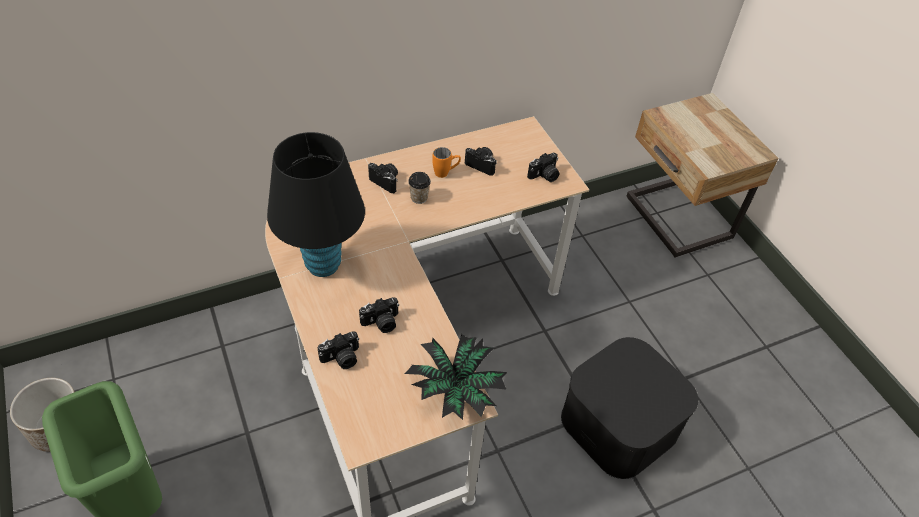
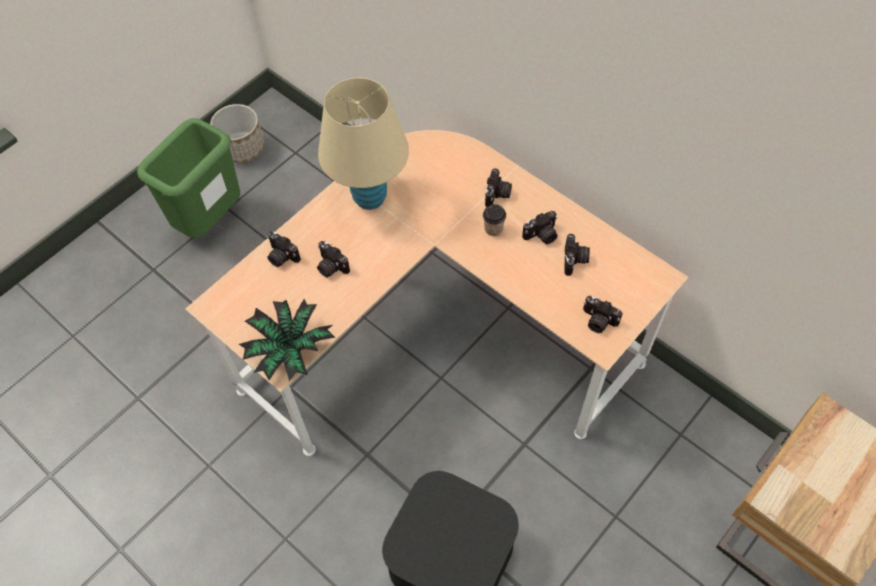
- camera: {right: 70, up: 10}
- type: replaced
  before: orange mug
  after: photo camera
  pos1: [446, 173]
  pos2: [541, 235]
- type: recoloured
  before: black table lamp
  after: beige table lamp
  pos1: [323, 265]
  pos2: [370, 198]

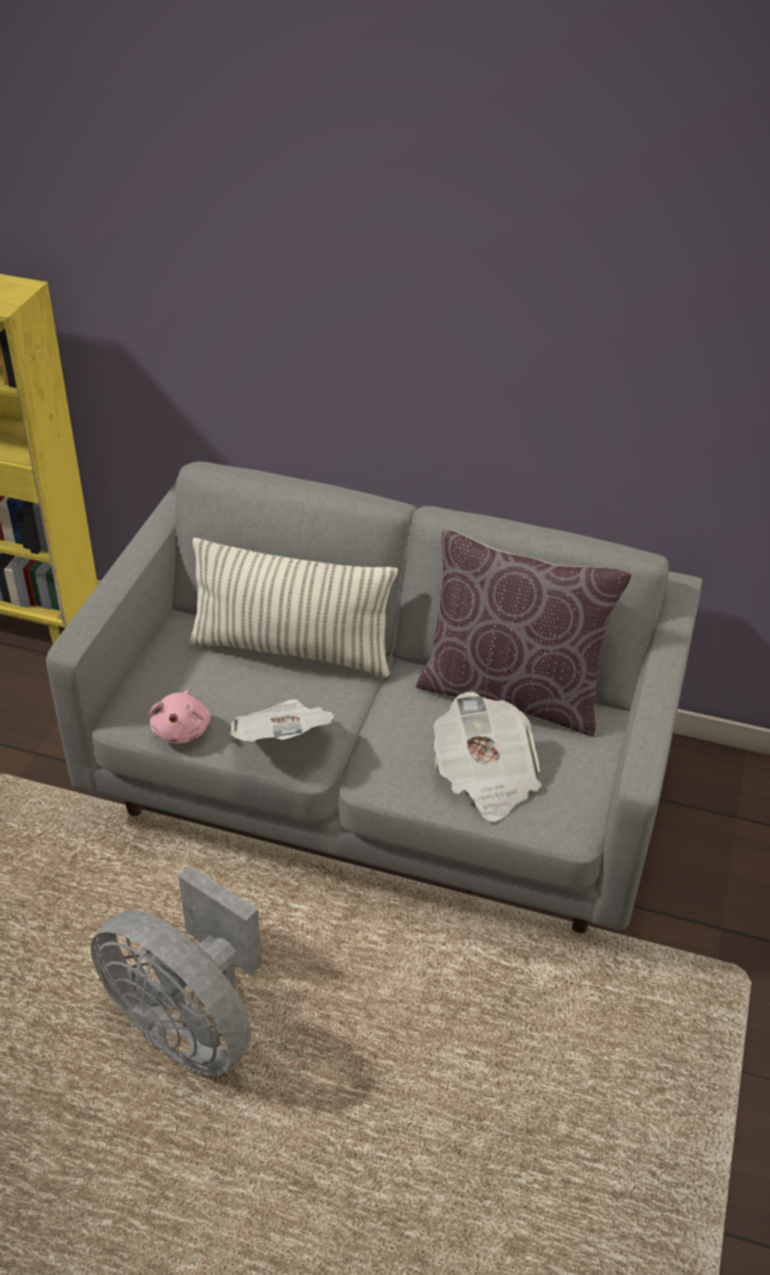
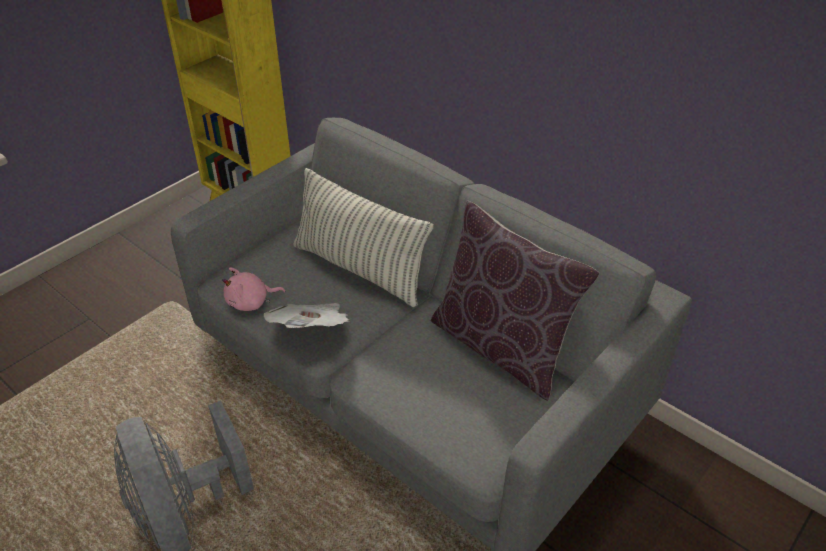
- camera: {right: 25, up: 0}
- type: removed
  before: newspaper
  pos1: [485, 777]
- type: turned
  before: pink plush toy
  pos1: [182, 729]
  pos2: [251, 302]
  turn: 45

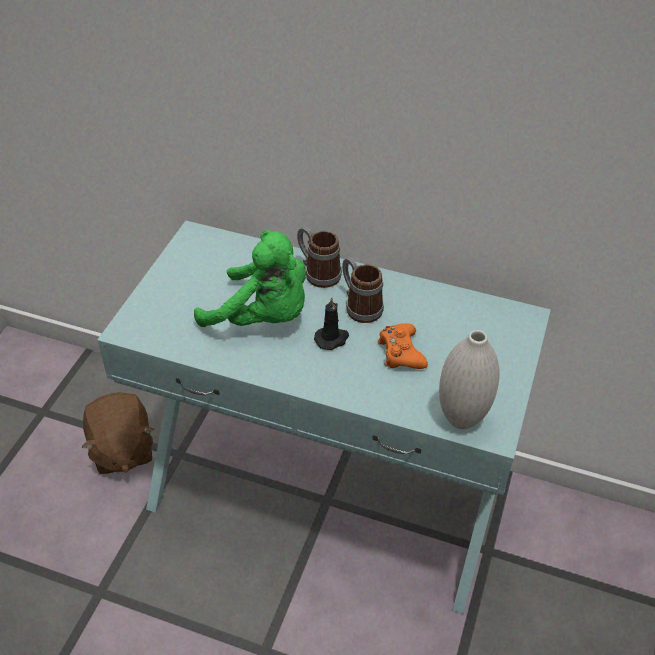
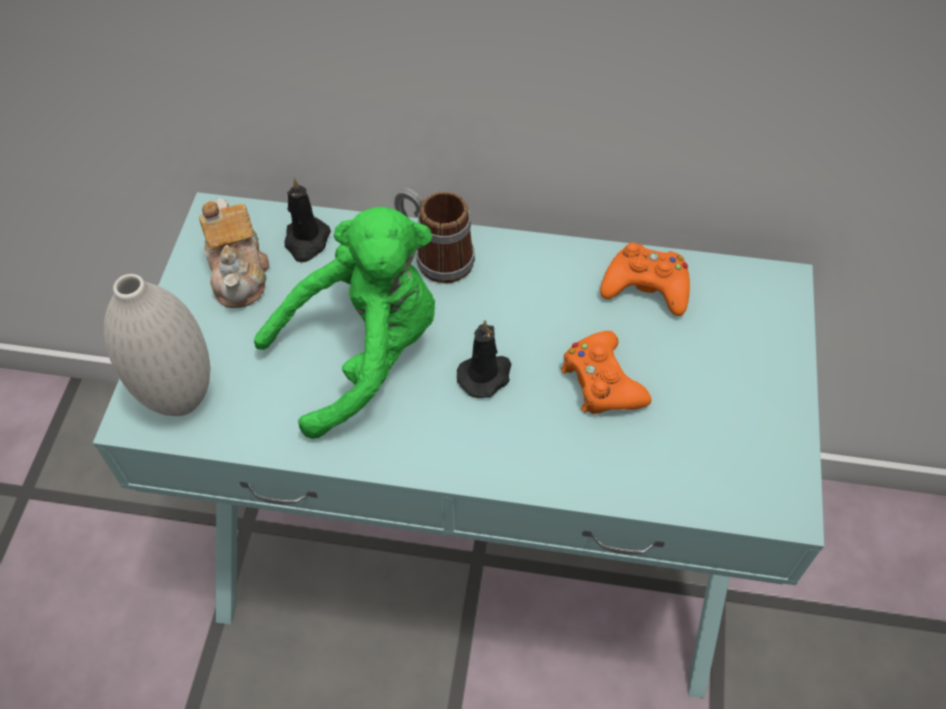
- camera: {right: -10, up: 10}
- type: removed
  before: brown plush toy
  pos1: [121, 450]
- type: removed
  before: mug
  pos1: [359, 306]
- type: added
  after: teapot
  pos2: [239, 273]
- type: added
  after: black candle
  pos2: [306, 241]
- type: added
  after: orange game controller
  pos2: [646, 287]
- type: moved
  before: white vase
  pos1: [461, 419]
  pos2: [181, 399]
- type: turned
  before: green plush toy
  pos1: [262, 317]
  pos2: [363, 354]
  turn: -45

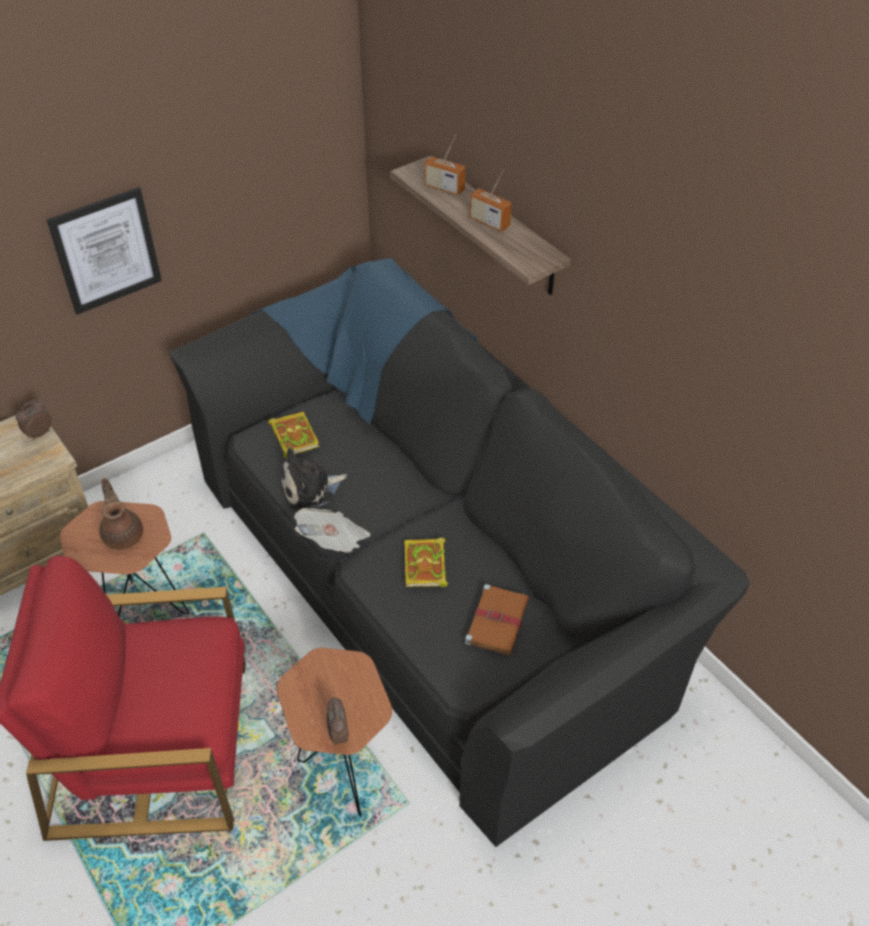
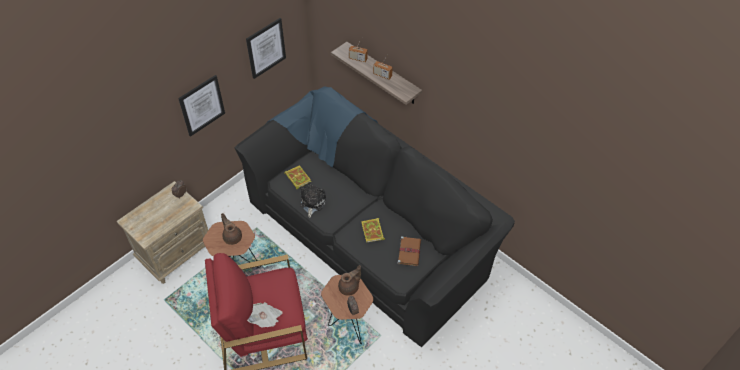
- camera: {right: -10, up: 5}
- type: added
  after: picture
  pos2: [266, 48]
- type: added
  after: brown teapot
  pos2: [349, 287]
- type: moved
  before: newspaper
  pos1: [334, 541]
  pos2: [265, 319]
- type: turned
  before: plush toy
  pos1: [311, 489]
  pos2: [312, 203]
  turn: 135

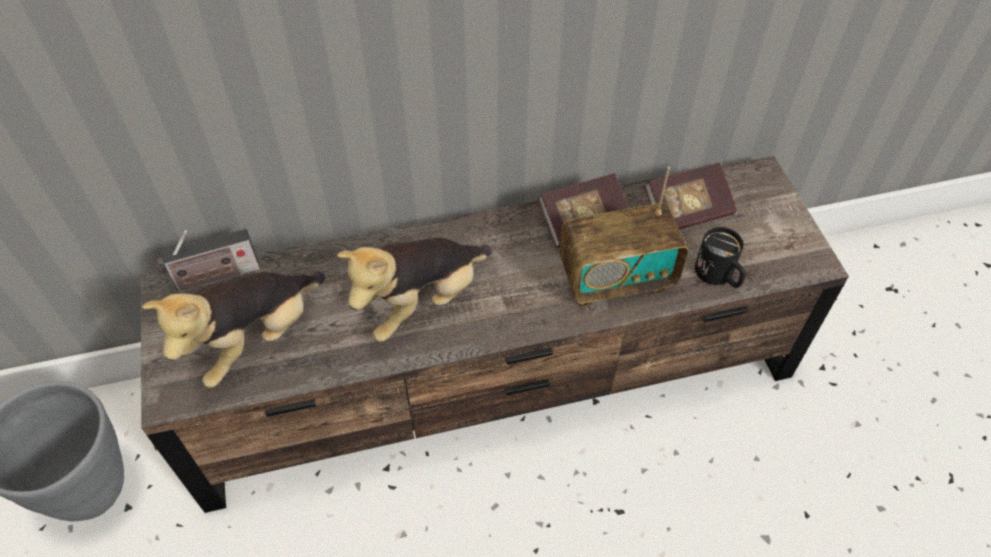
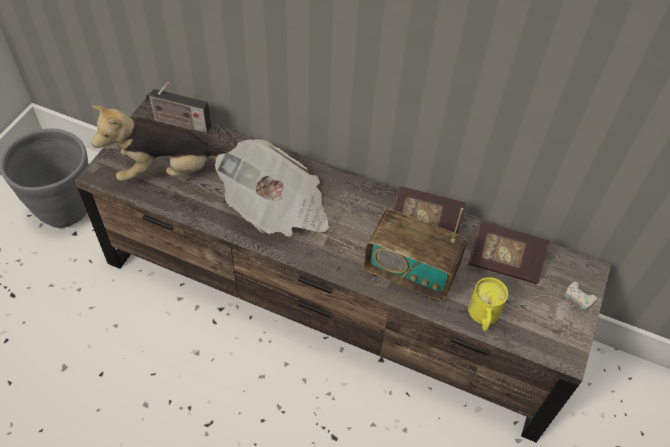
- camera: {right: 35, up: 0}
- type: added
  after: white game controller
  pos2: [562, 309]
- type: replaced
  before: plush toy
  after: newspaper
  pos1: [421, 302]
  pos2: [277, 209]
- type: recoloured
  before: black mug
  after: yellow mug
  pos1: [719, 276]
  pos2: [483, 317]

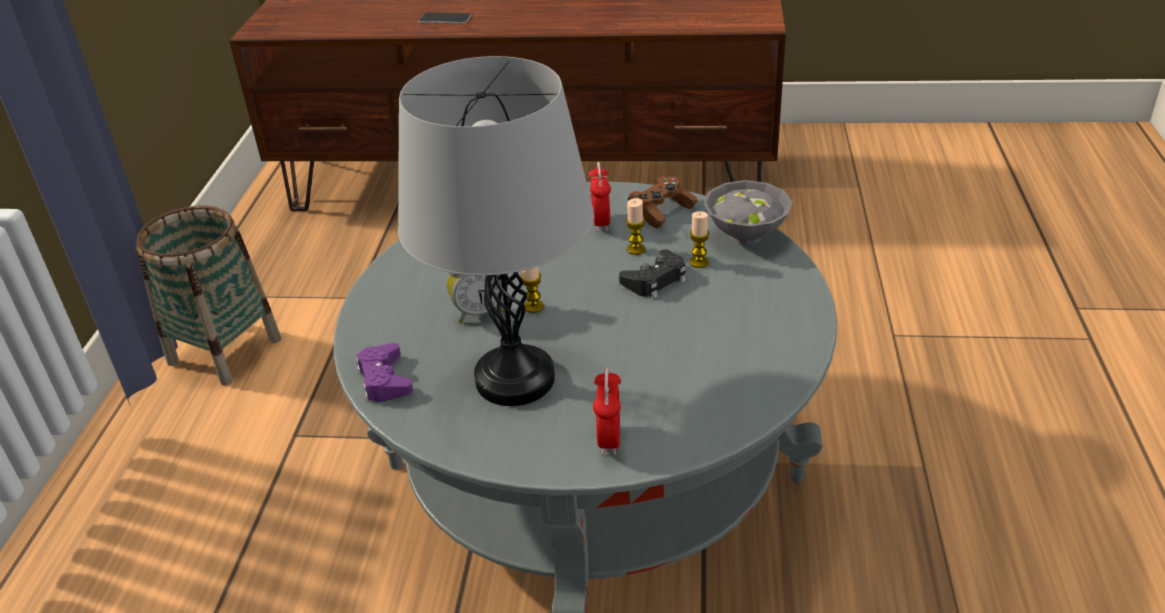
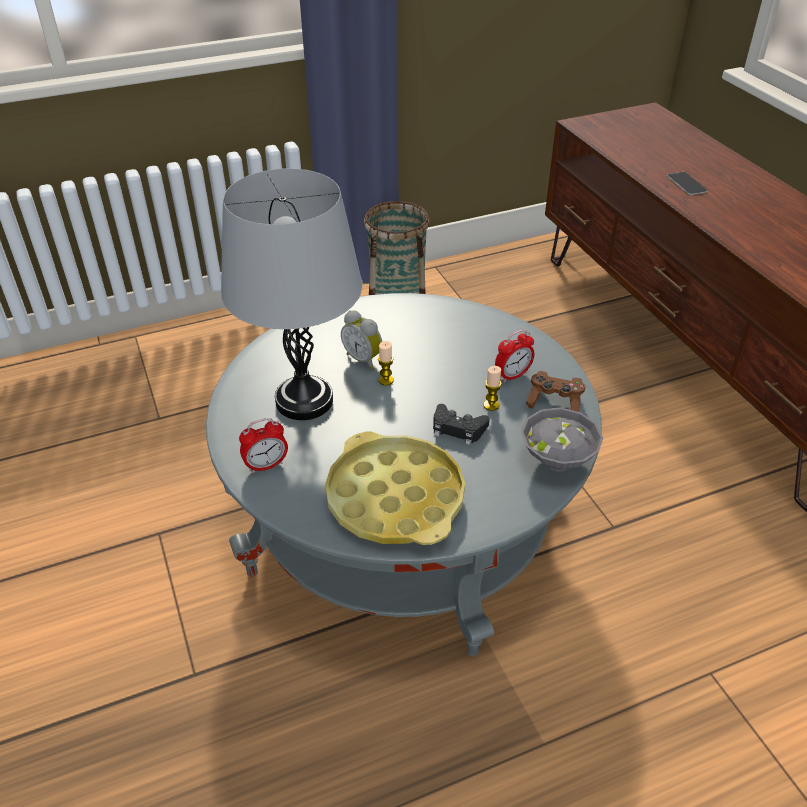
- camera: {right: 60, up: 5}
- type: removed
  before: purple game controller
  pos1: [384, 380]
- type: removed
  before: candle
  pos1: [699, 262]
- type: added
  after: yellow tray
  pos2: [395, 497]

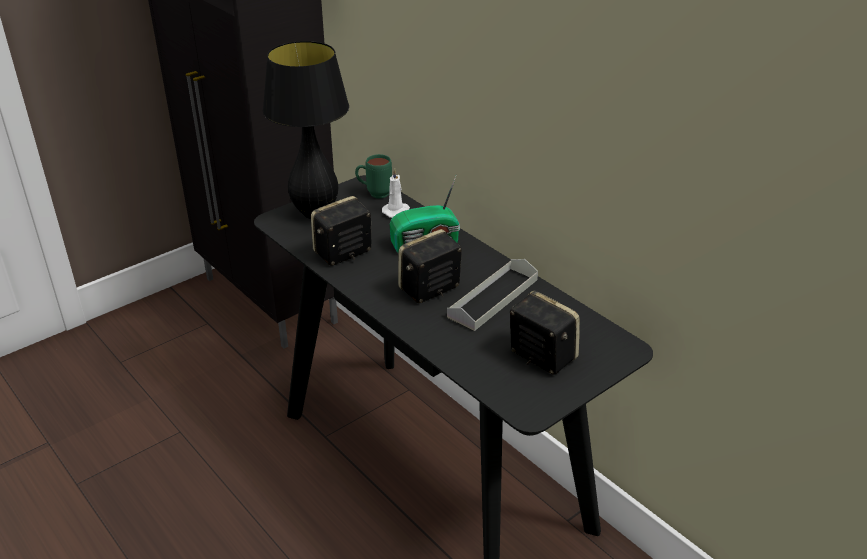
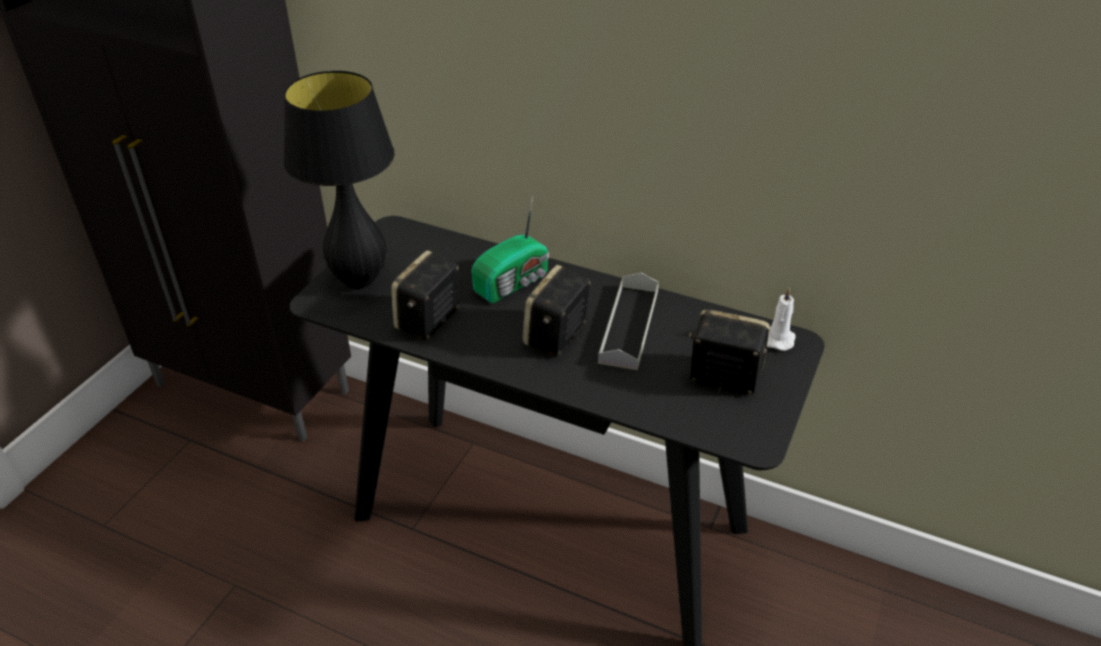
- camera: {right: -25, up: 5}
- type: removed
  before: green mug
  pos1: [374, 194]
- type: moved
  before: white candle
  pos1: [396, 211]
  pos2: [778, 338]

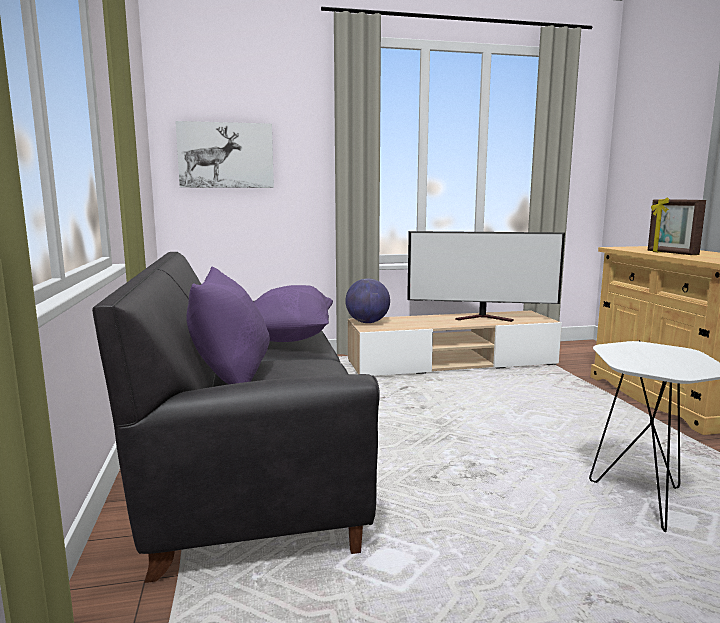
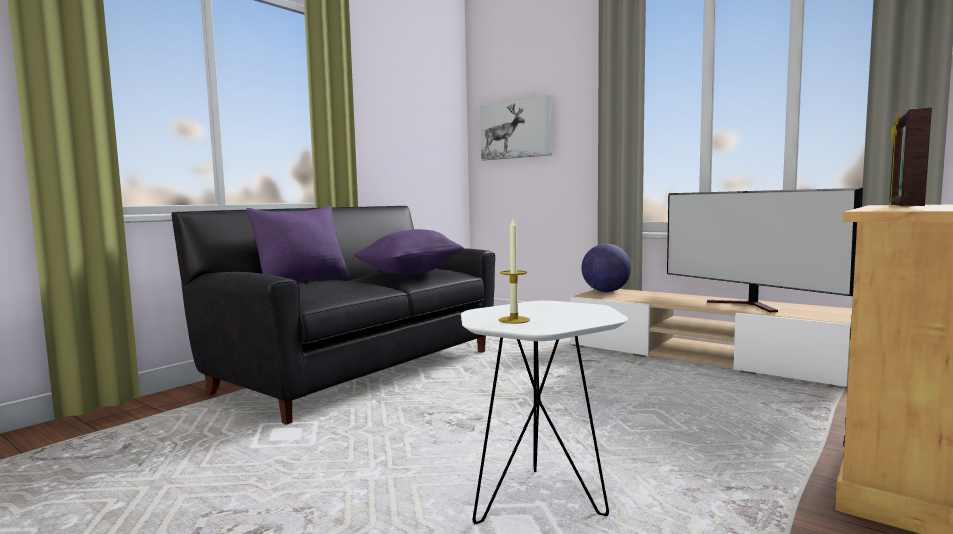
- camera: {right: 50, up: -5}
- type: added
  after: candle
  pos2: [514, 320]

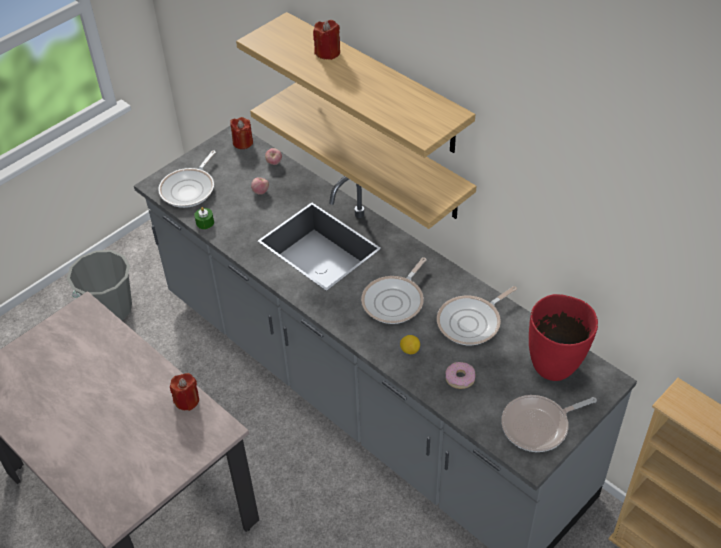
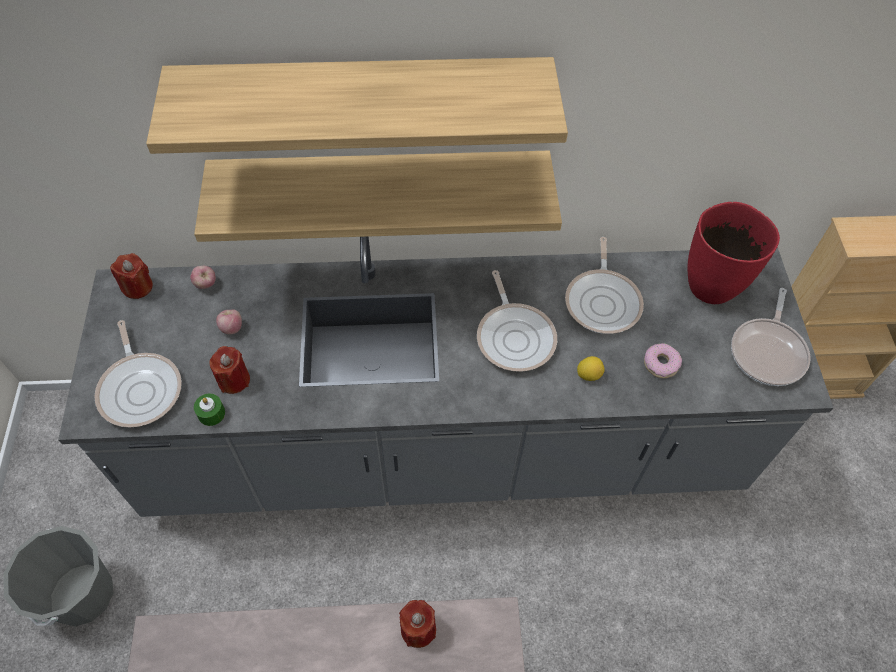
- camera: {right: -50, up: 10}
- type: moved
  before: red candle
  pos1: [328, 52]
  pos2: [234, 380]

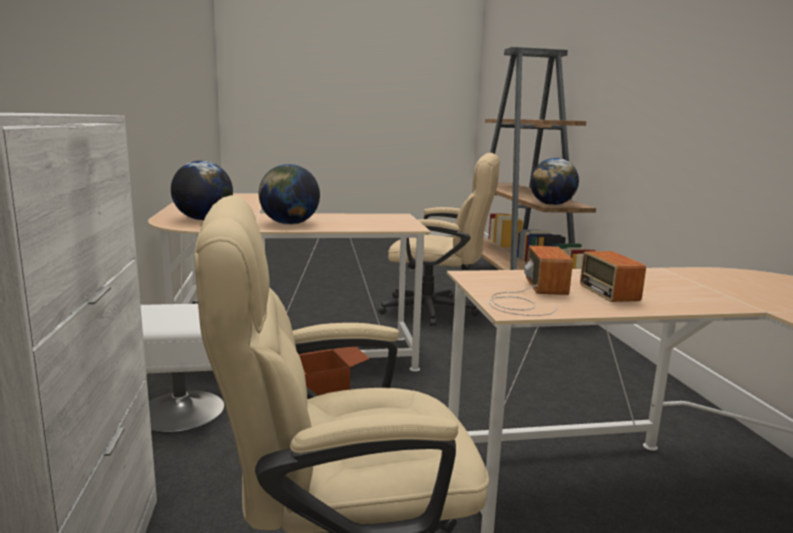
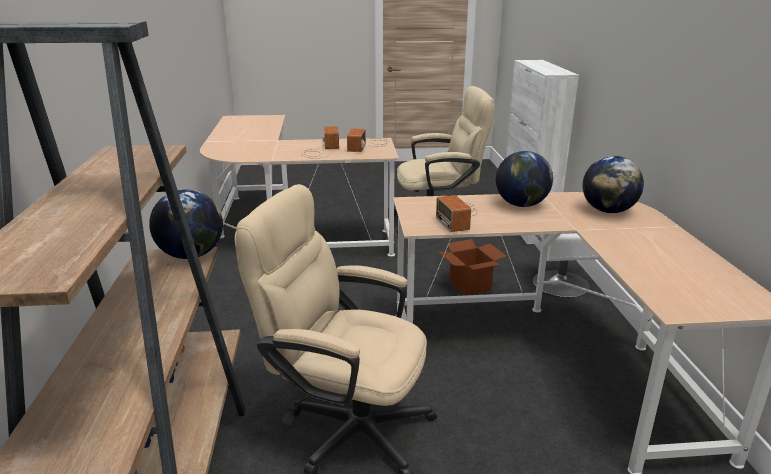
- camera: {right: -175, up: 10}
- type: added
  after: radio
  pos2: [457, 215]

